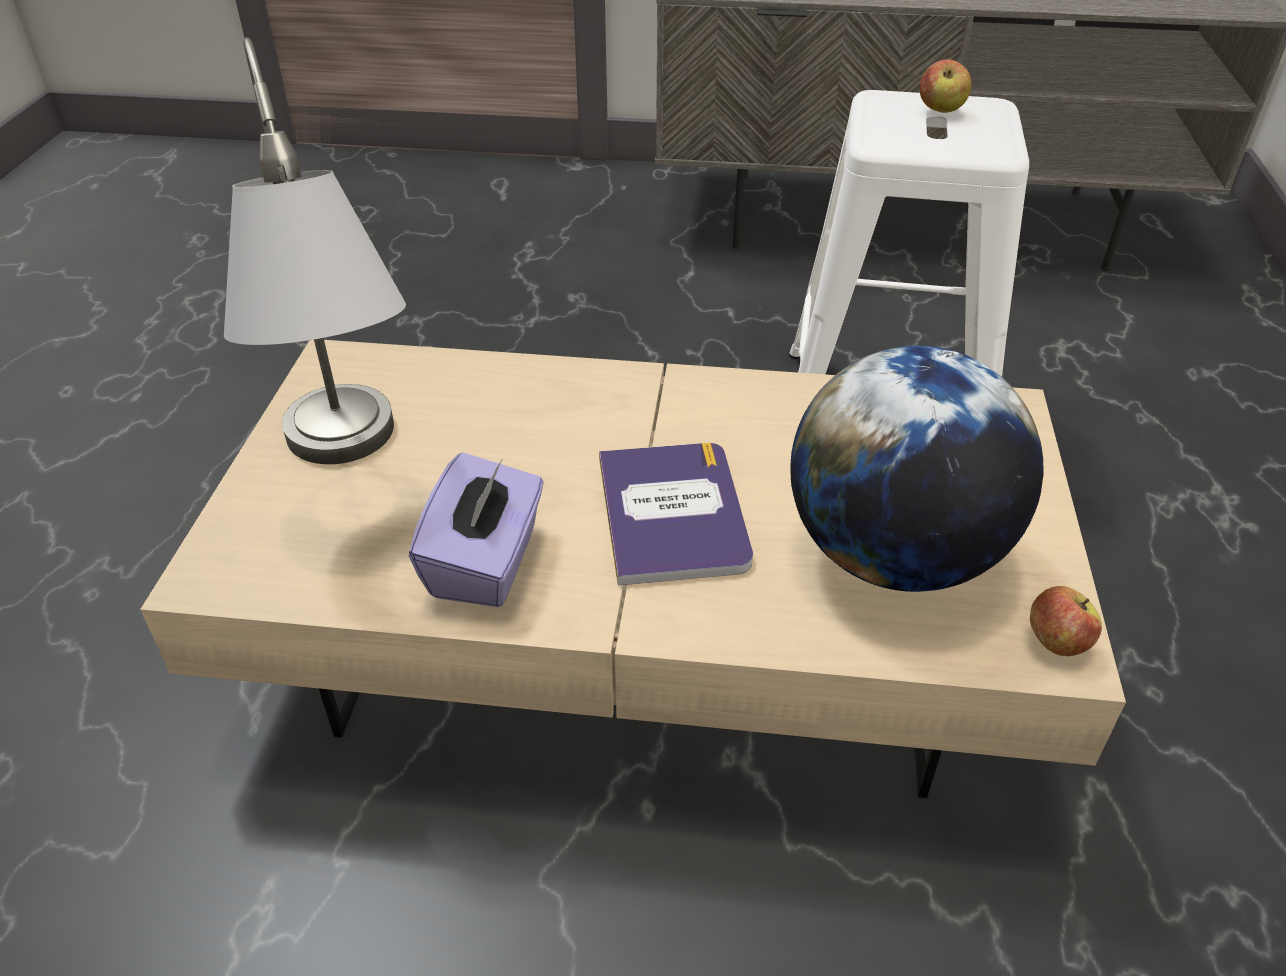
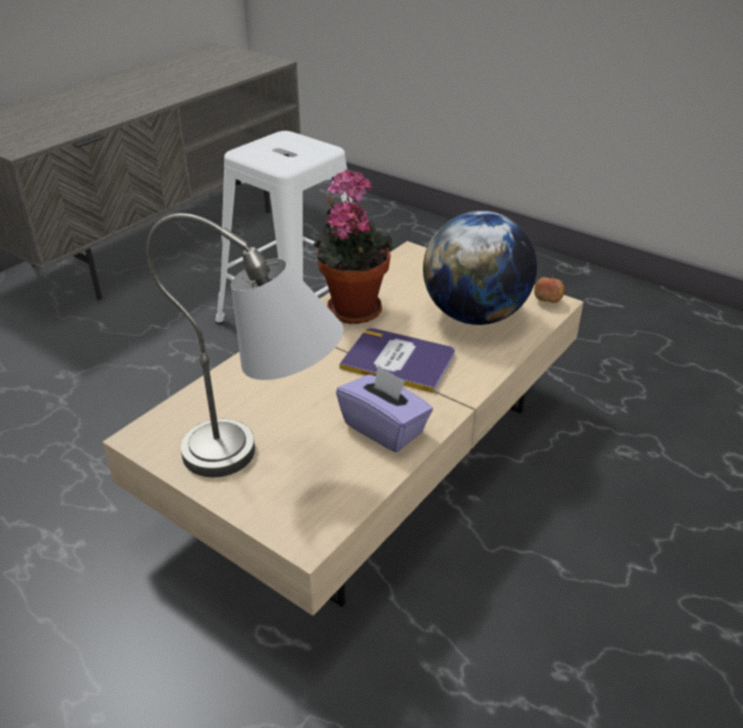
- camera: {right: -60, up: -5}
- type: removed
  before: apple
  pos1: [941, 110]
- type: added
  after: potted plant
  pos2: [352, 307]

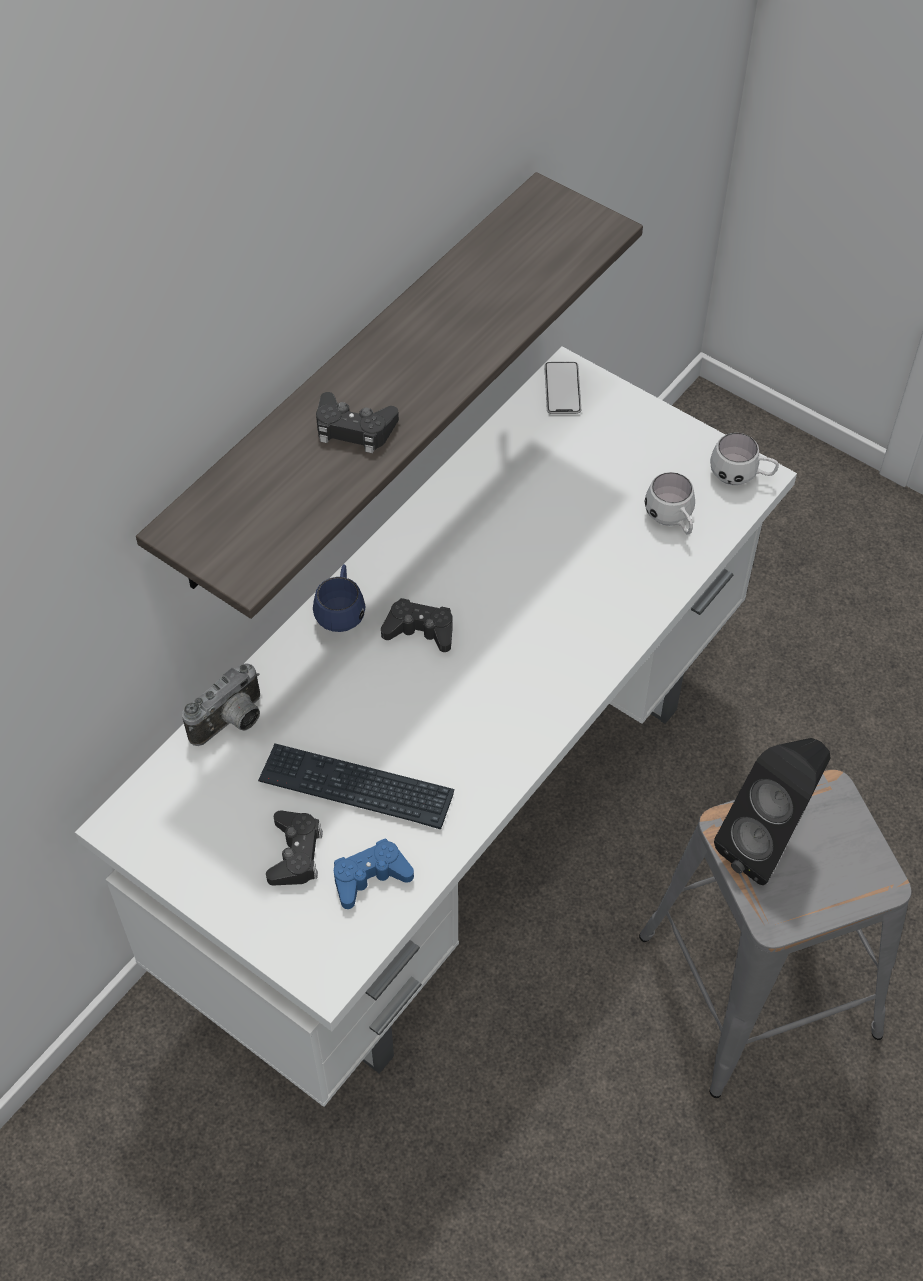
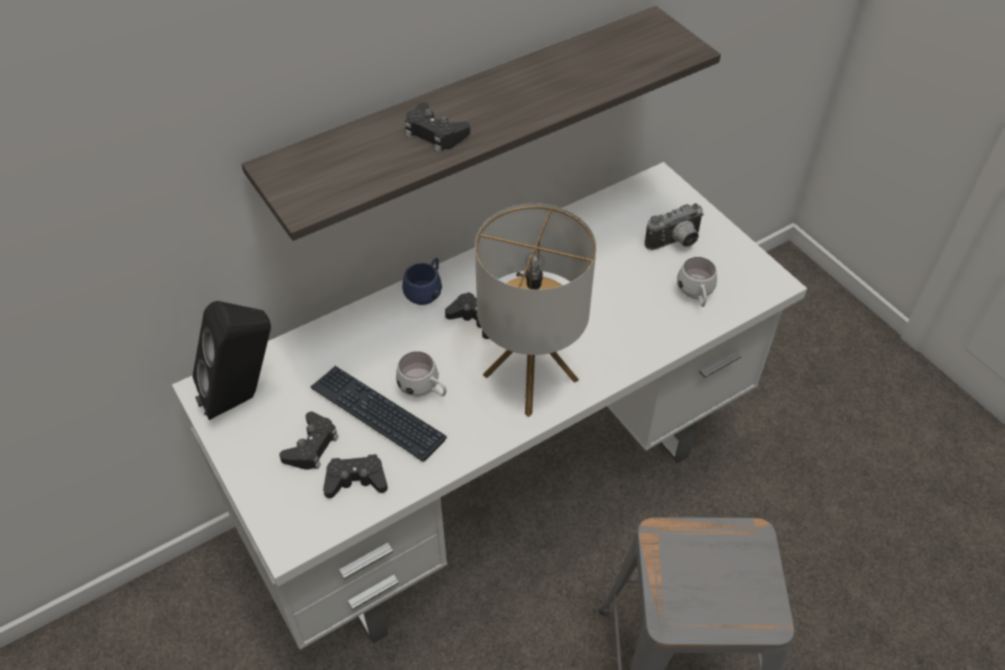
- camera: {right: 20, up: -5}
- type: removed
  before: phone
  pos1: [562, 389]
- type: added
  after: table lamp
  pos2: [531, 377]
- type: moved
  before: photo camera
  pos1: [232, 723]
  pos2: [675, 243]
- type: moved
  before: white mug
  pos1: [741, 476]
  pos2: [424, 390]
- type: moved
  before: black speaker
  pos1: [767, 843]
  pos2: [244, 396]
- type: recoloured
  before: blue game controller
  after: black game controller
  pos1: [370, 877]
  pos2: [356, 480]

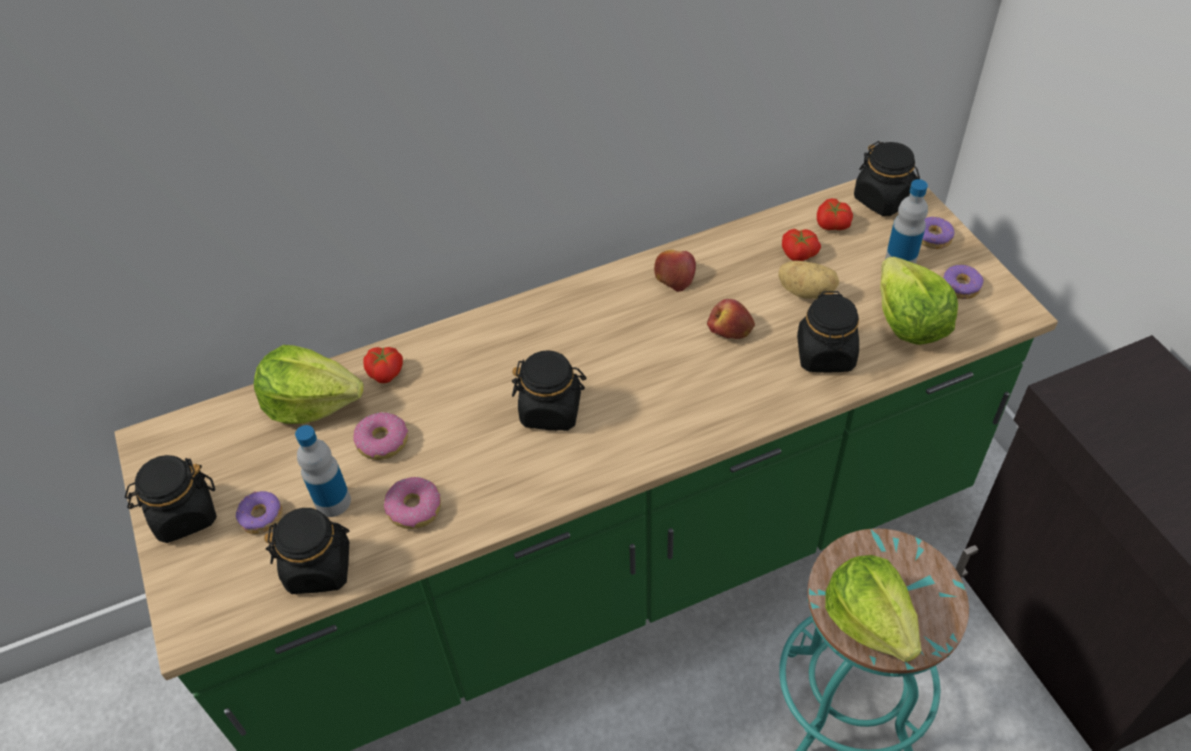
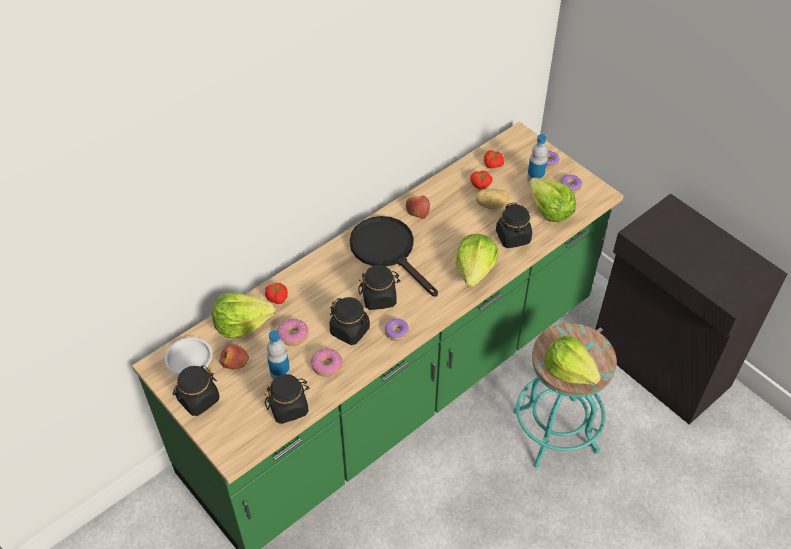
- camera: {right: -20, up: 0}
- type: added
  after: white plate
  pos2: [189, 359]
- type: added
  after: black frying pan
  pos2: [388, 251]
- type: added
  after: lettuce
  pos2: [475, 270]
- type: moved
  before: donut
  pos1: [261, 517]
  pos2: [396, 332]
- type: moved
  before: apple
  pos1: [730, 329]
  pos2: [234, 361]
- type: moved
  before: black jar
  pos1: [883, 199]
  pos2: [350, 330]

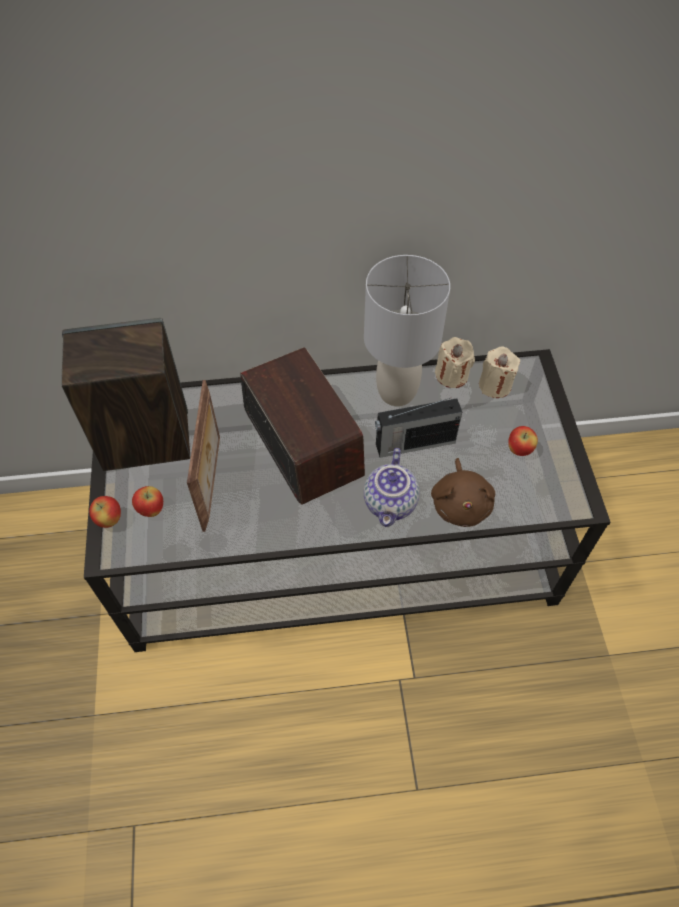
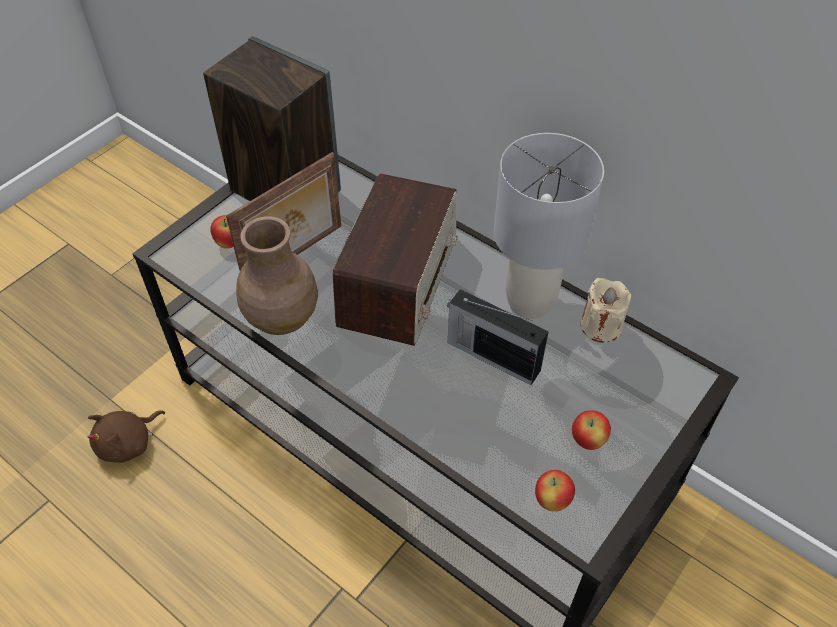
- camera: {right: 45, up: -5}
- type: removed
  before: teapot
  pos1: [391, 504]
- type: removed
  before: beige candle
  pos1: [495, 385]
- type: added
  after: brown vase
  pos2: [281, 318]
- type: moved
  before: apple
  pos1: [109, 520]
  pos2: [552, 501]
- type: moved
  before: brown plush toy
  pos1: [461, 504]
  pos2: [128, 443]

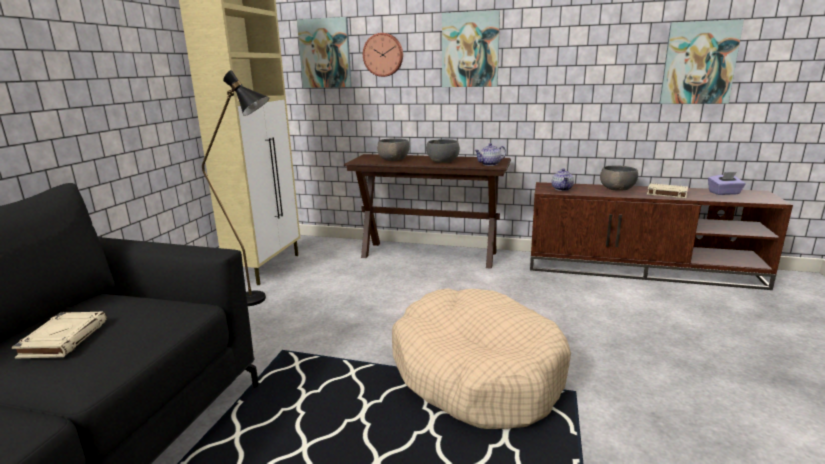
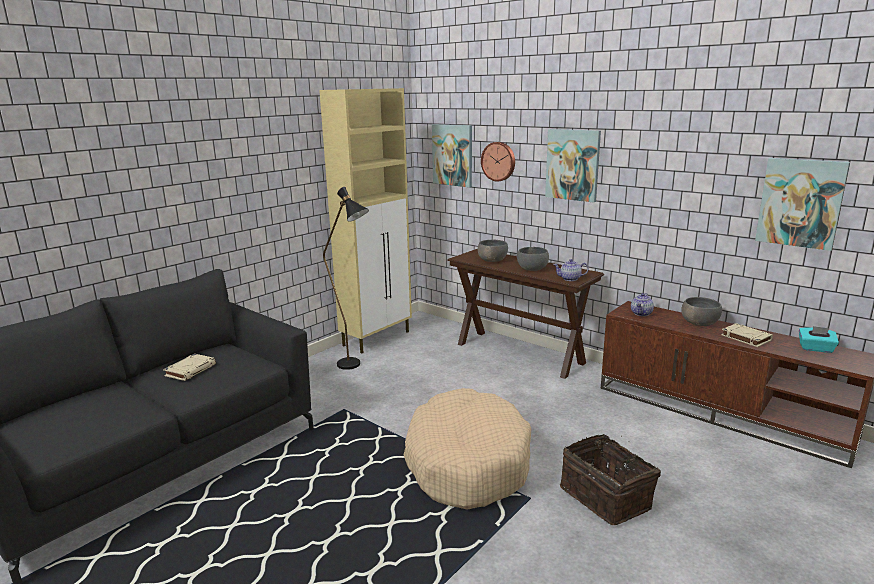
- camera: {right: 25, up: 0}
- type: added
  after: basket
  pos2: [607, 497]
- type: recoloured
  before: purple tissue box
  after: turquoise tissue box
  pos1: [724, 193]
  pos2: [816, 349]

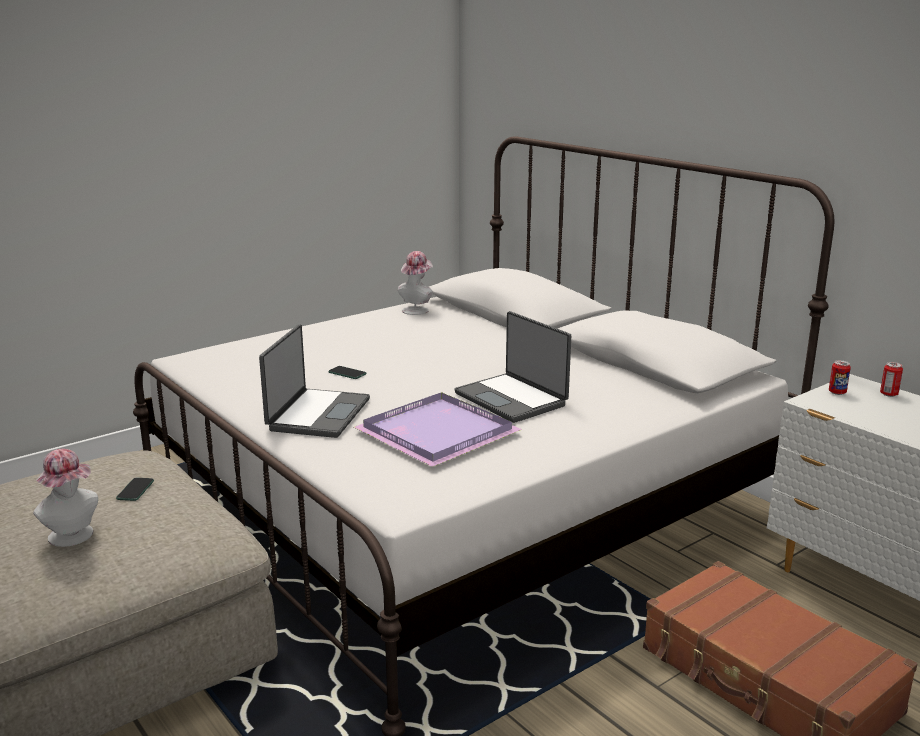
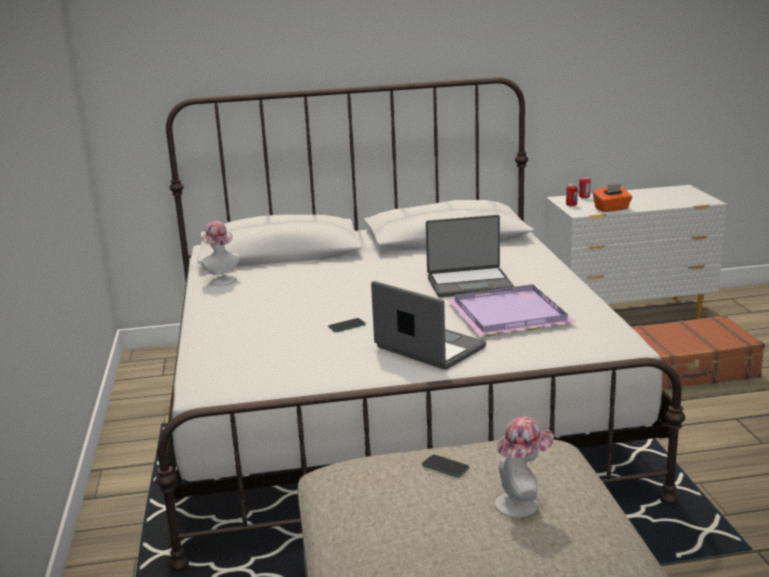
- camera: {right: -60, up: 0}
- type: added
  after: orange tissue box
  pos2: [611, 209]

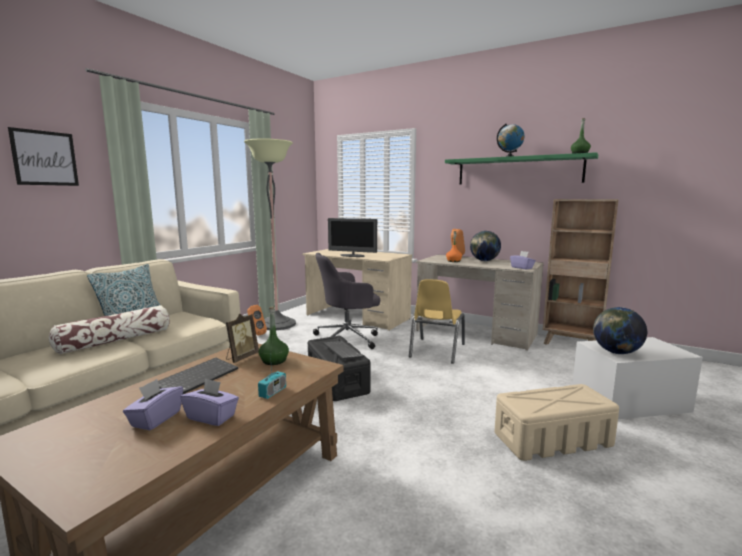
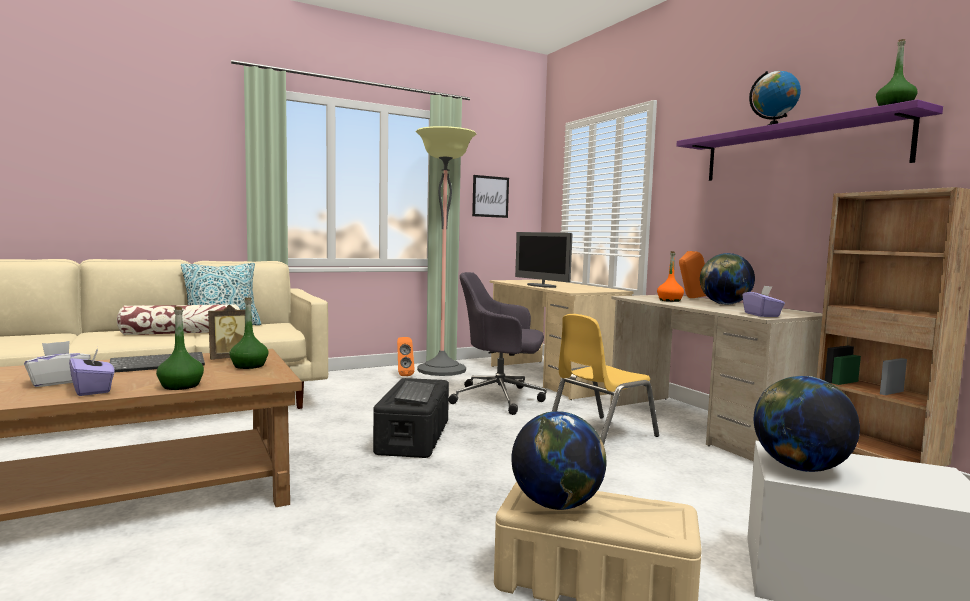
- camera: {right: 30, up: -5}
- type: added
  after: globe
  pos2: [556, 505]
- type: moved
  before: picture
  pos1: [45, 158]
  pos2: [490, 196]
- type: replaced
  before: radio
  after: green bottle
  pos1: [273, 392]
  pos2: [181, 386]
- type: recoloured
  before: purple tissue box
  after: white tissue box
  pos1: [156, 419]
  pos2: [58, 382]
- type: recoloured
  before: green shelf
  after: purple shelf
  pos1: [518, 170]
  pos2: [797, 151]

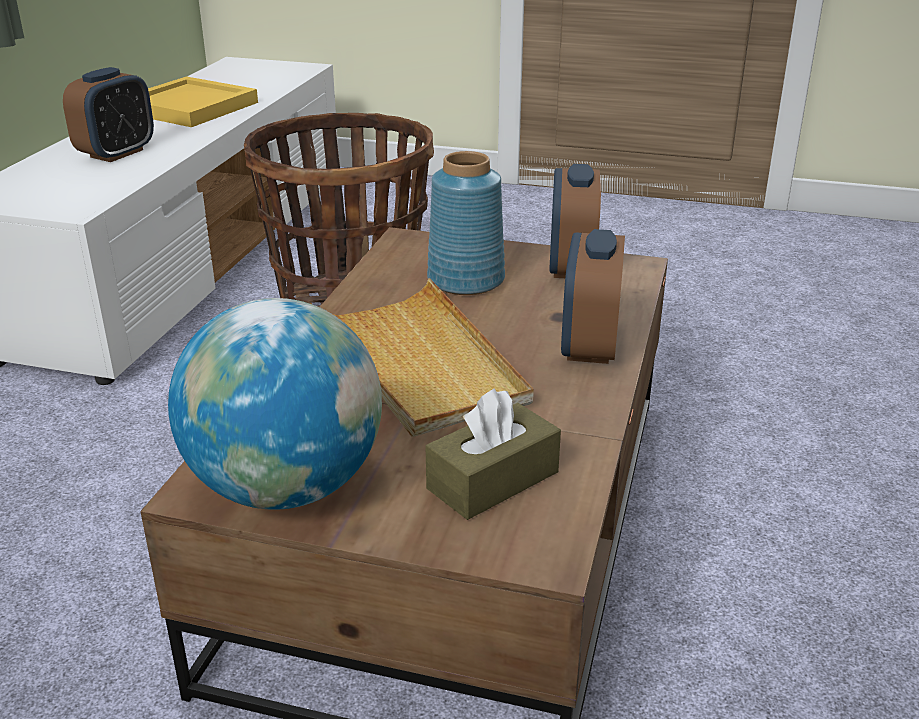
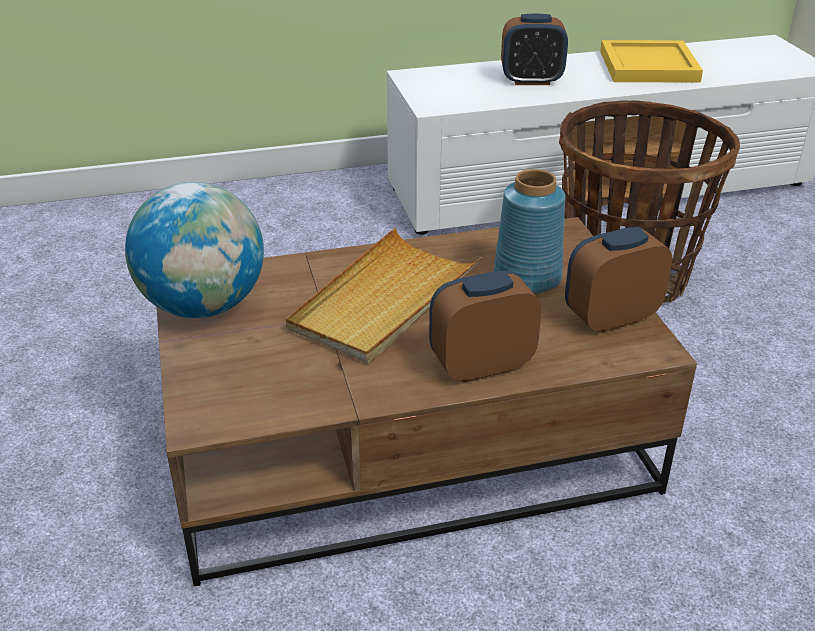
- camera: {right: 60, up: 5}
- type: removed
  before: brown tissue box
  pos1: [493, 480]

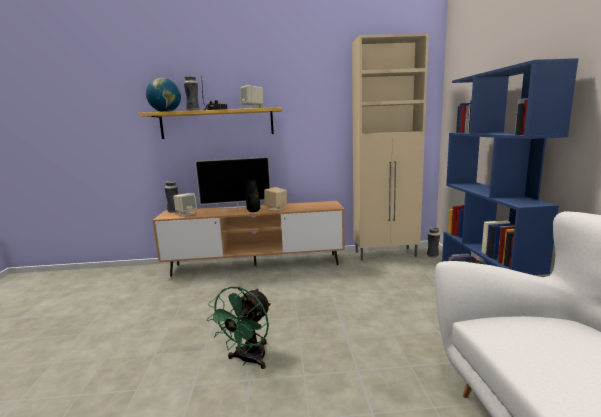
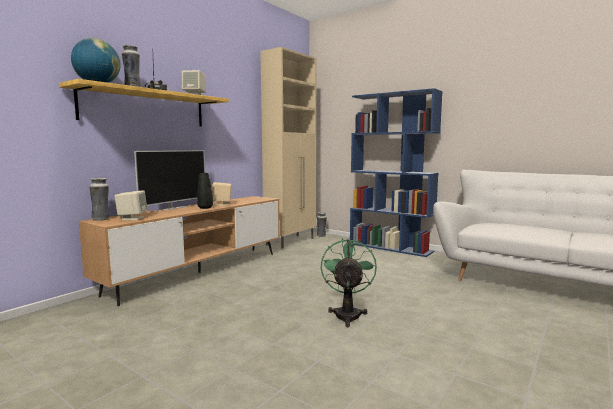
- camera: {right: -50, up: -5}
- type: turned
  before: green fan
  pos1: [248, 360]
  pos2: [347, 313]
  turn: -150

